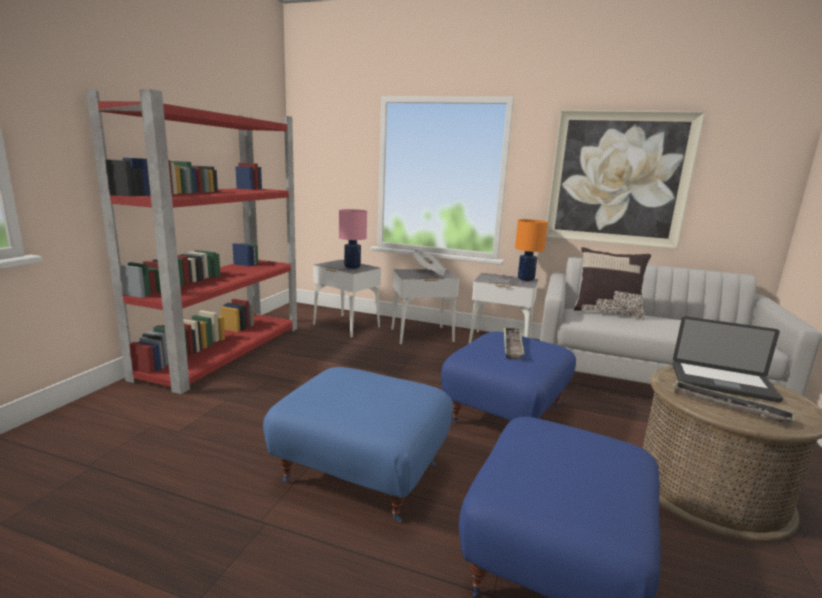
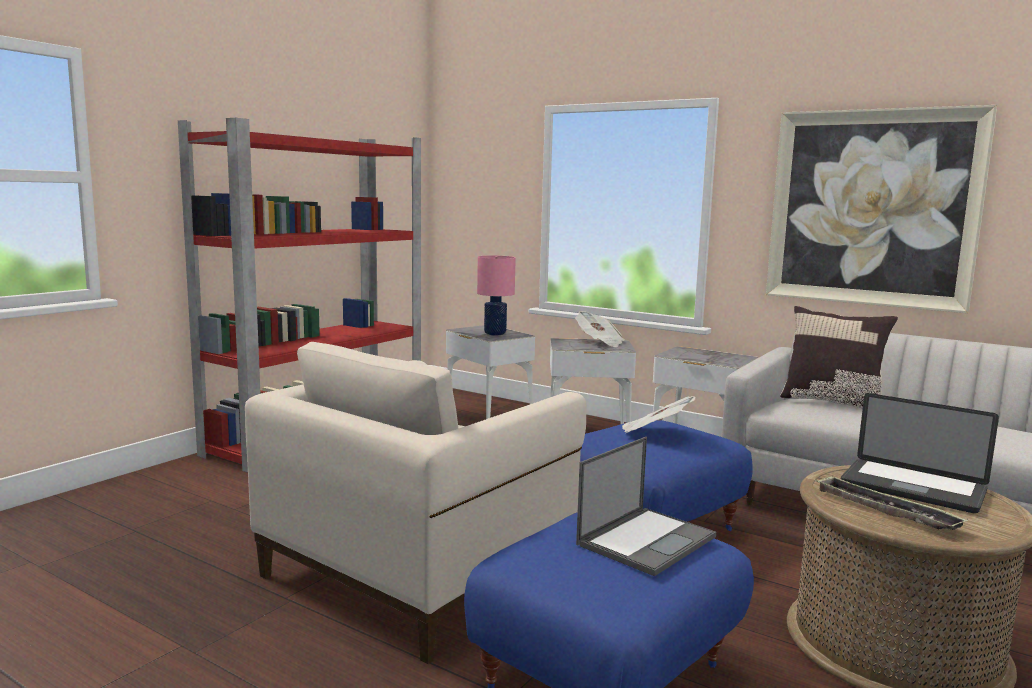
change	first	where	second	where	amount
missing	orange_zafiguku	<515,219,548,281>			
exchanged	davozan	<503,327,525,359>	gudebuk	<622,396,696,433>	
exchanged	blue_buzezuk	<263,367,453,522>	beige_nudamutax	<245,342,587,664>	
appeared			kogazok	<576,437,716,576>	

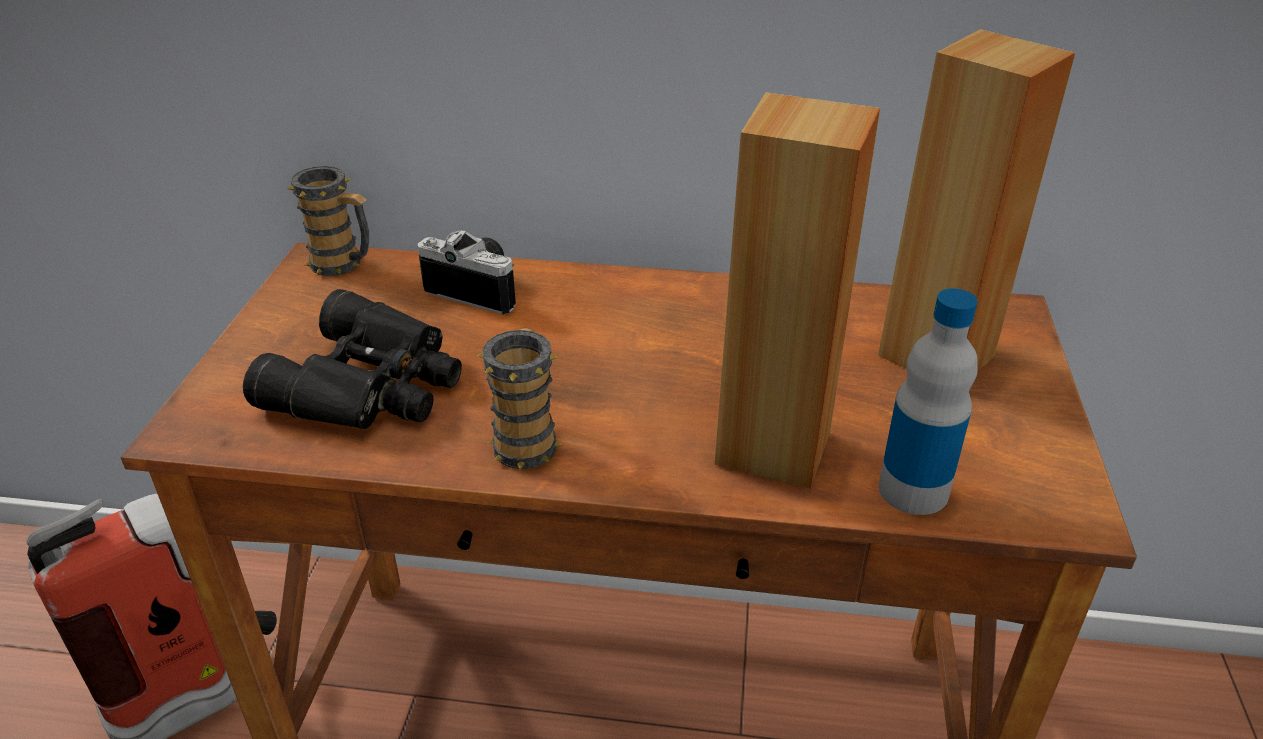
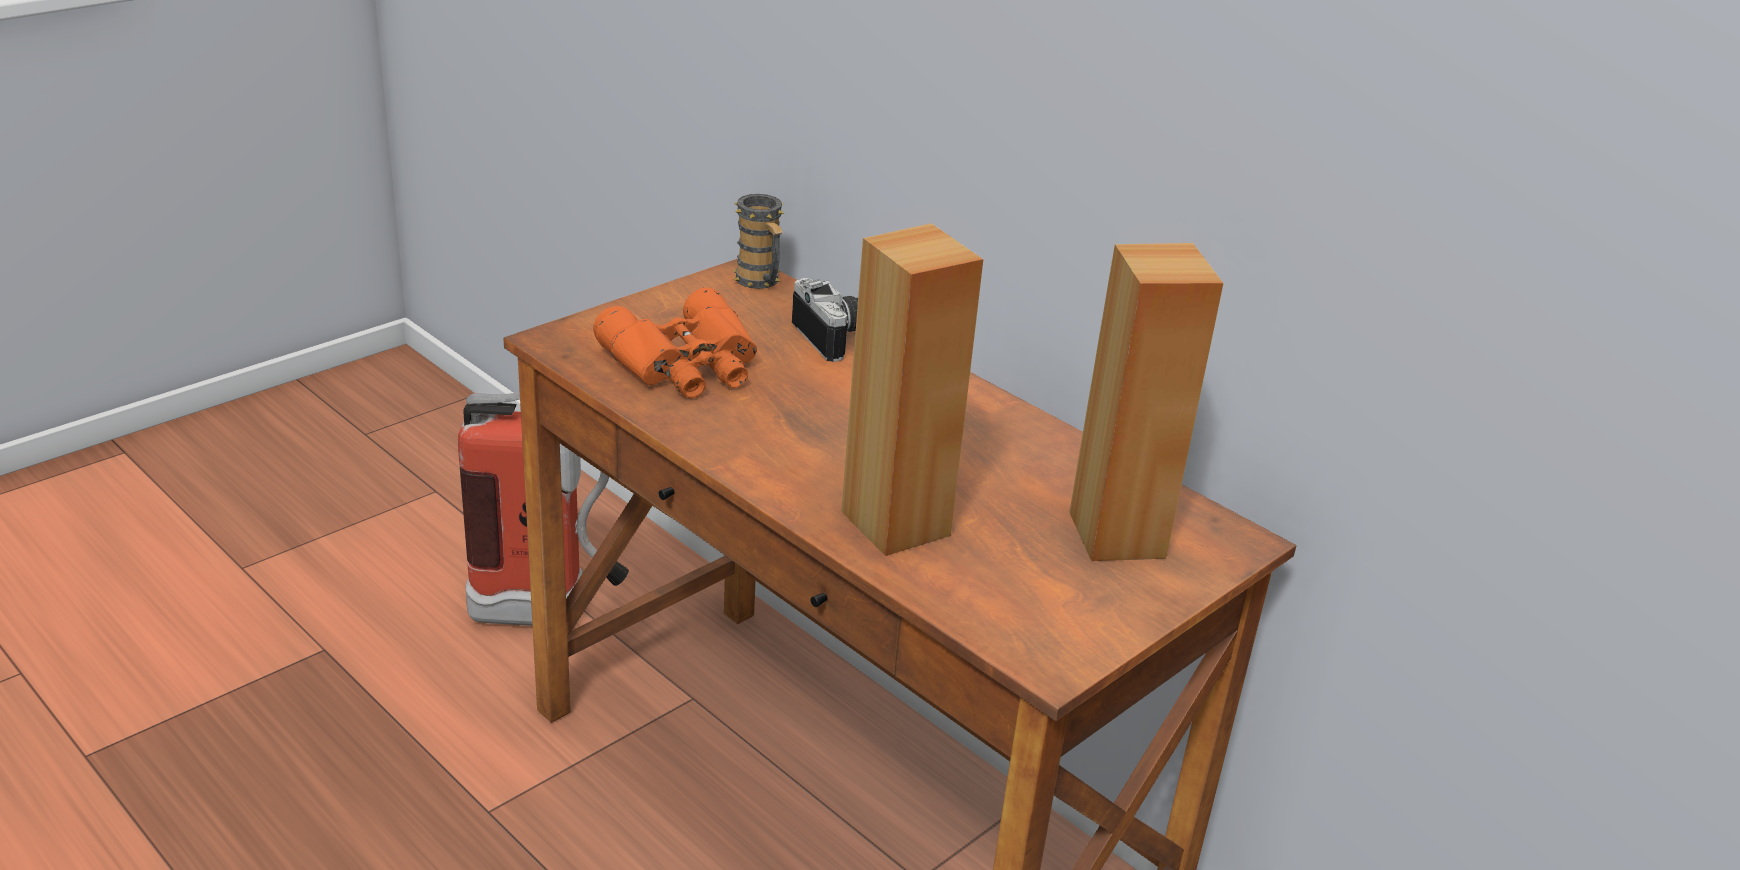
change	first	where	second	where	amount
missing	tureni	<879,288,978,515>			
colour	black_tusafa	<243,289,462,429>	orange_tusafa	<593,288,757,398>	
missing	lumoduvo	<476,328,562,469>			

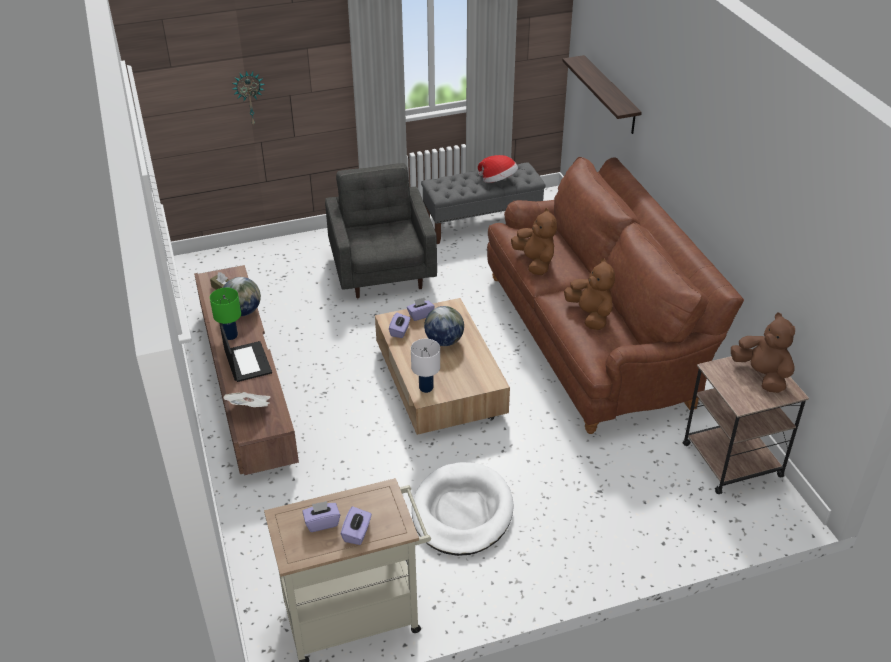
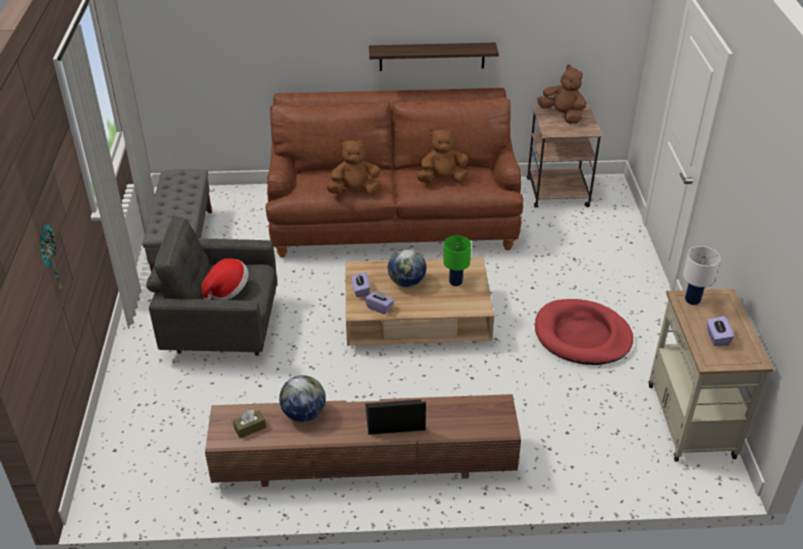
change	first	where	second	where	amount
relocated	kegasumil	<562,55,642,134>		<369,43,499,71>	
relocated	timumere	<478,155,518,183>		<201,258,248,300>	
relocated	green_zafiguku	<210,288,241,340>		<443,236,471,286>	
spun	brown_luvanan	<731,312,795,393>		<537,65,586,124>	60 degrees clockwise
relocated	white_zafiguku	<411,339,440,393>		<683,246,721,305>	
missing	gudebuk	<224,392,270,407>			
colour	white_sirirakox	<412,462,513,556>	red_sirirakox	<535,299,633,365>	
missing	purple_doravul	<341,506,372,545>			

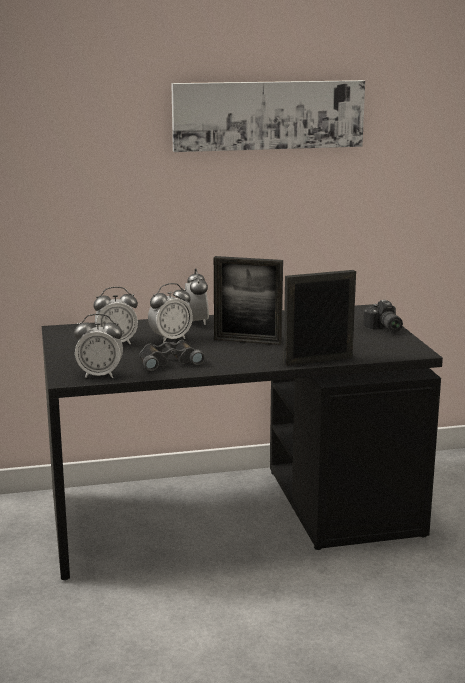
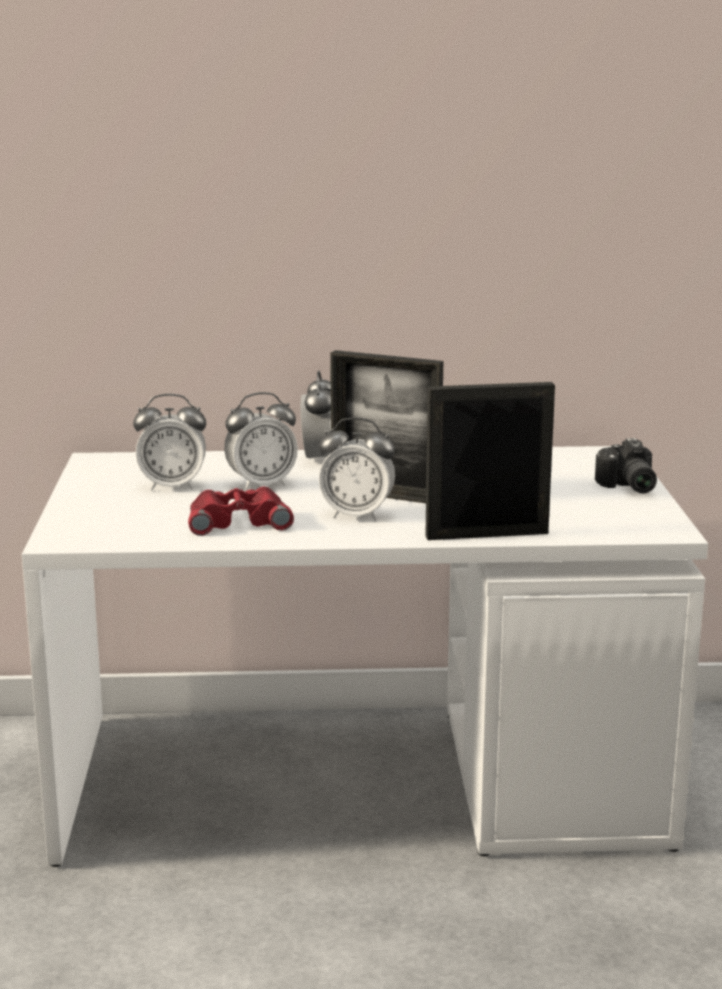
change	first	where	second	where	amount
missing	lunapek	<171,80,365,152>			
colour	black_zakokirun	<42,304,443,580>	white_zakokirun	<22,446,708,867>	
relocated	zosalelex	<74,314,123,378>		<319,417,395,521>	
colour	black_tusafa	<139,340,205,371>	red_tusafa	<188,487,294,536>	

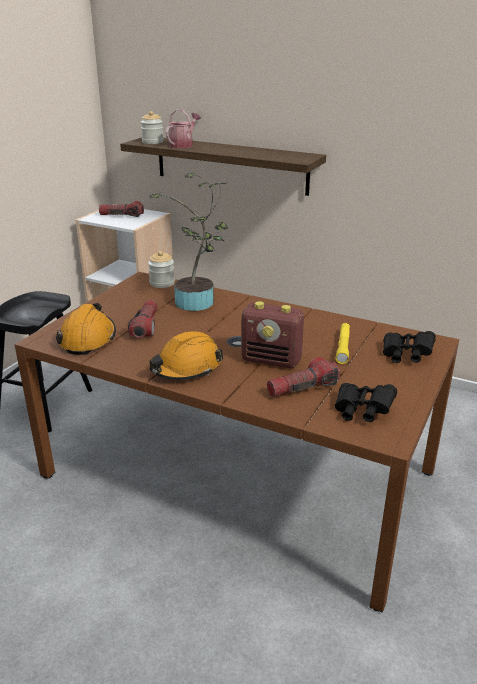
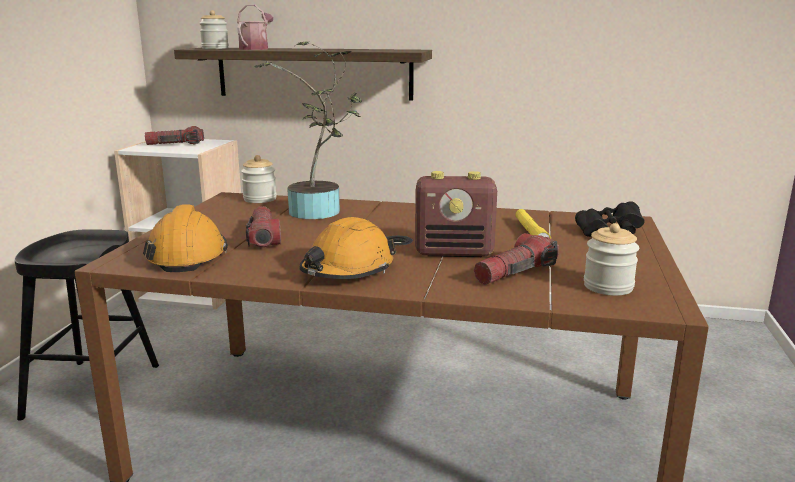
change	first	where	second	where	amount
exchanged	black_tusafa	<335,383,397,422>	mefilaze	<584,223,639,296>	

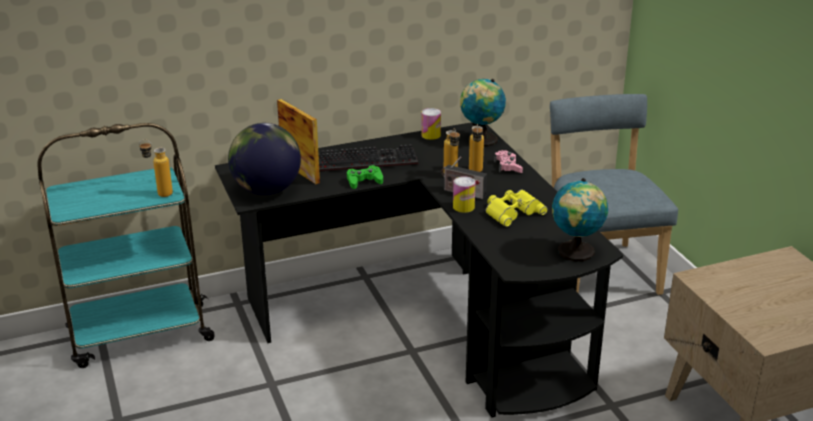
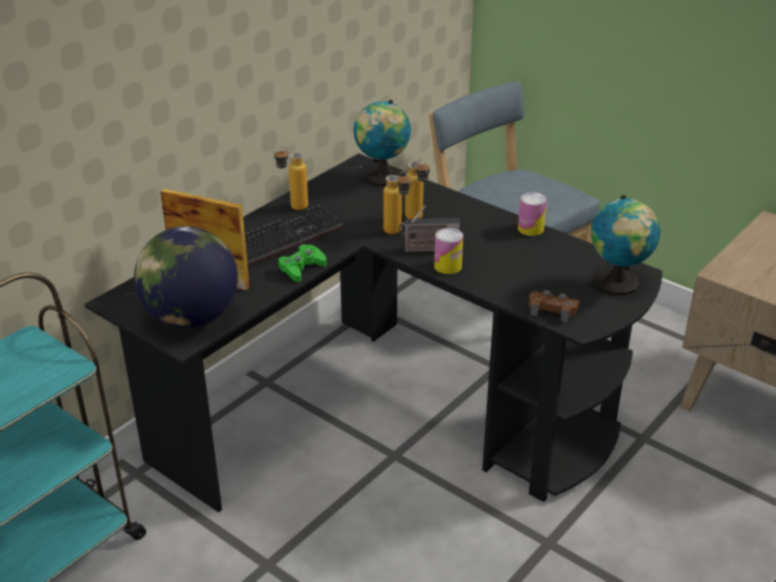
change	first	where	second	where	amount
relocated	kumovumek	<421,108,441,140>		<518,192,547,236>	
relocated	tureni	<139,139,173,197>		<274,146,308,210>	
missing	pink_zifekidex	<494,150,523,173>			
missing	yellow_tusafa	<485,189,548,227>			
appeared			brown_zifekidex	<528,290,580,323>	

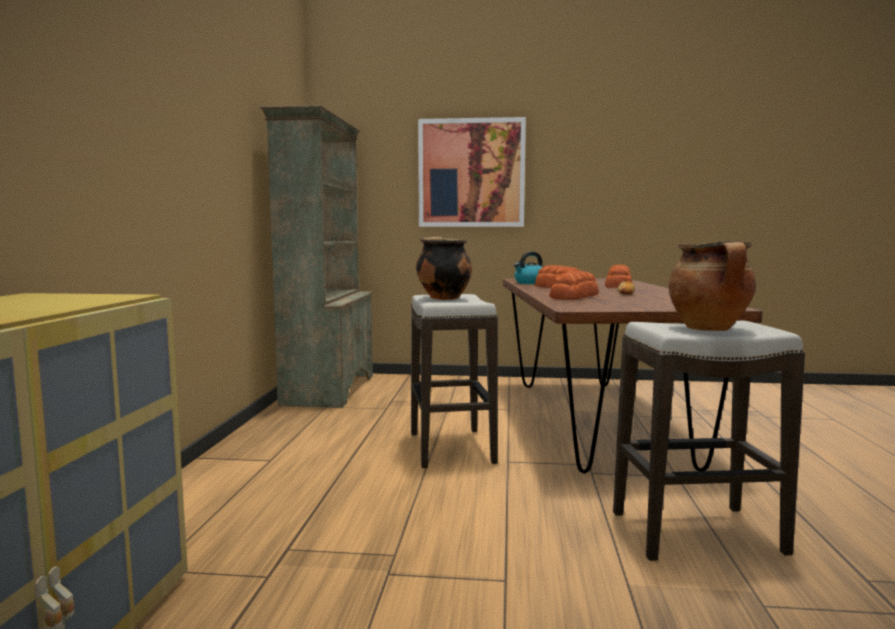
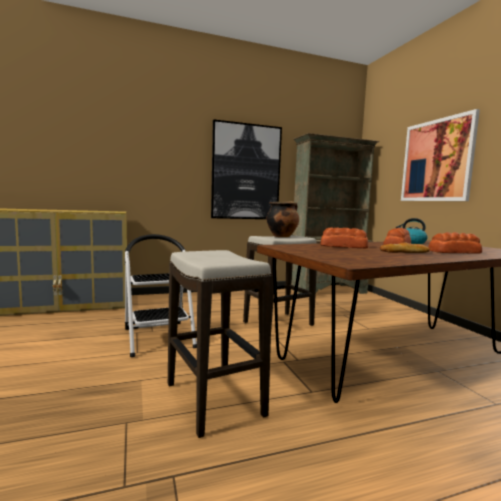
change	first	where	second	where	amount
missing	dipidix	<668,241,756,331>			
appeared			lunapek	<211,120,282,219>	
appeared			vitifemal	<124,234,197,357>	

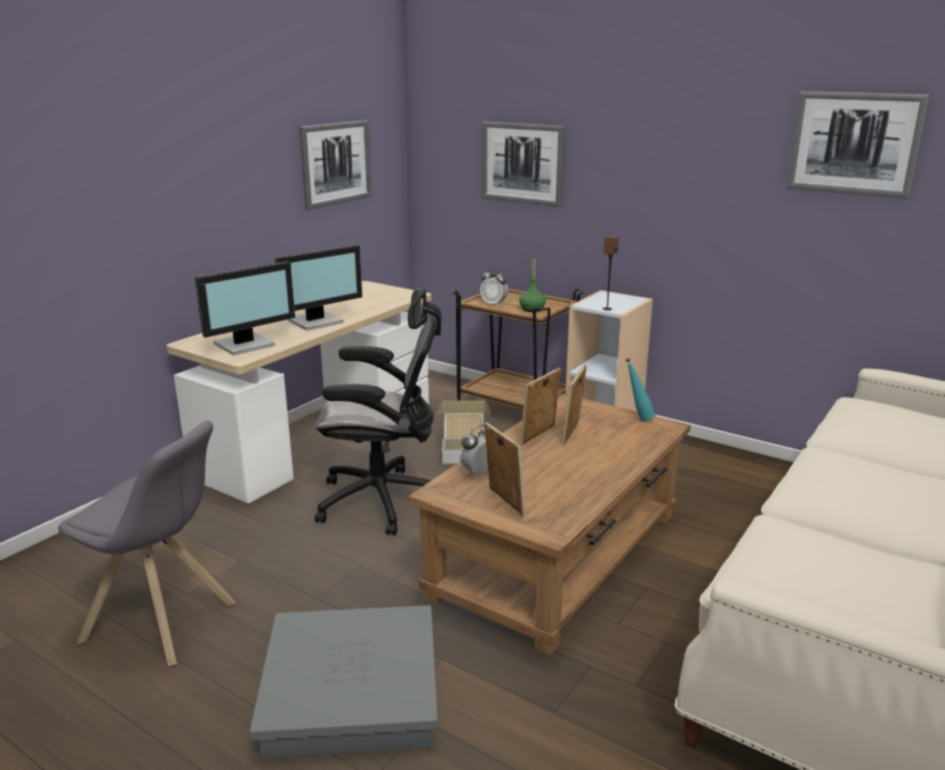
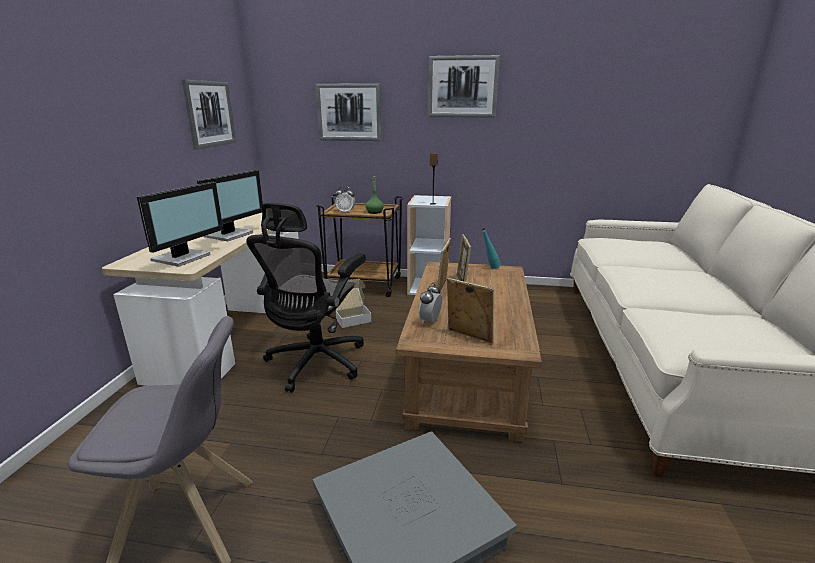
change	first	where	second	where	amount
relocated	lunapek	<786,91,930,199>		<428,55,500,118>	
spun	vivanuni	<315,287,441,536>		<246,203,366,393>	135 degrees clockwise

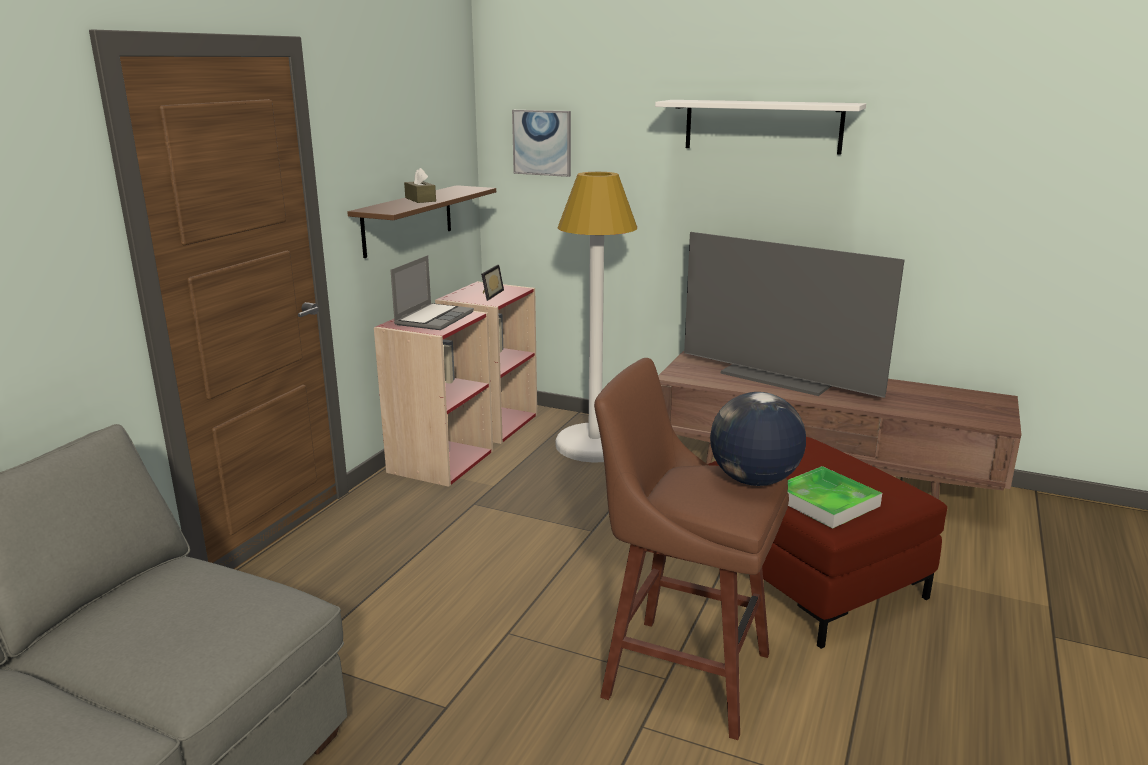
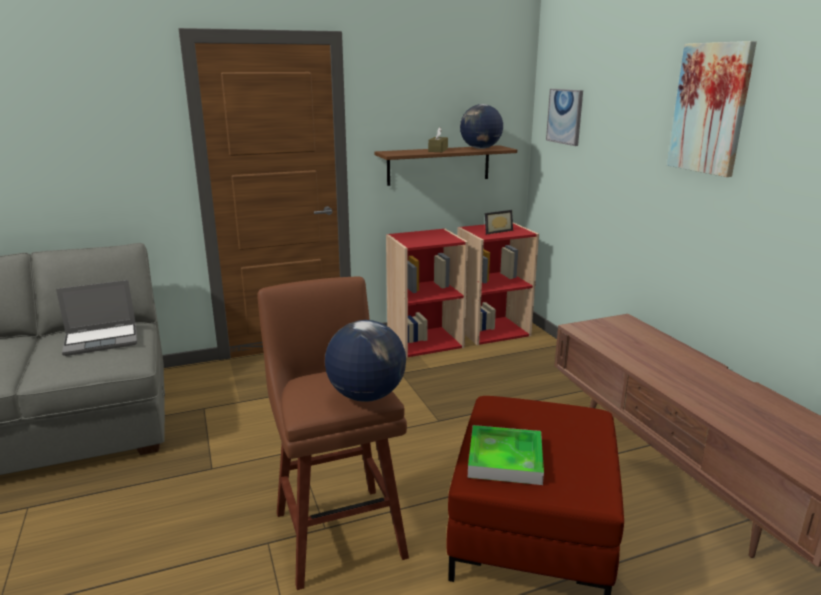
change	first	where	second	where	amount
exchanged	white_kegasumil	<655,100,866,155>	lunapek	<667,41,757,177>	
missing	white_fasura	<555,172,637,463>			
missing	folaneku	<684,232,904,398>			
relocated	kogazok	<391,255,474,330>		<56,280,137,356>	
appeared			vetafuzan	<460,104,503,149>	

